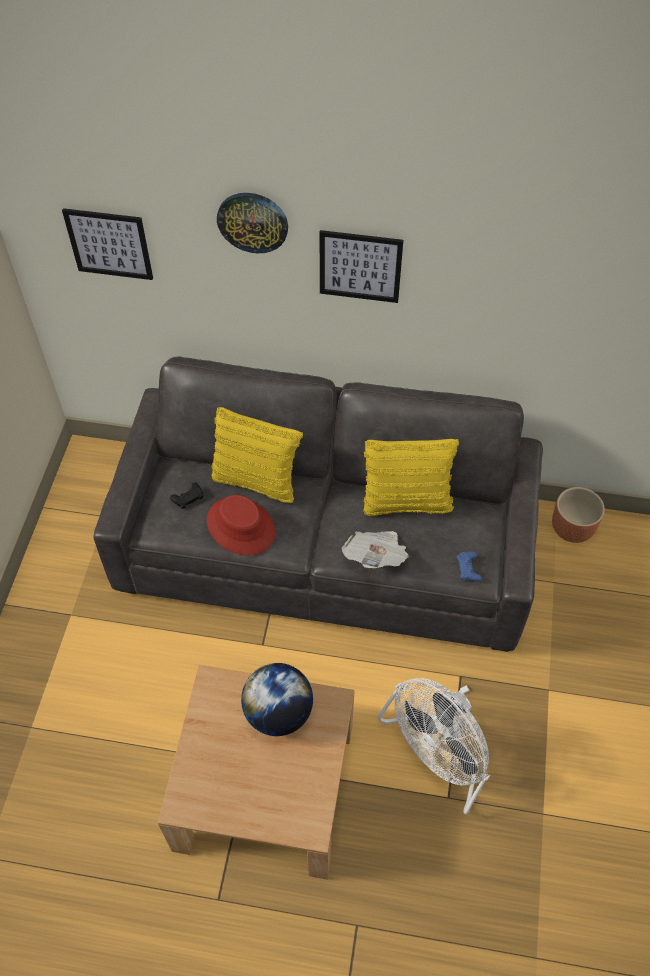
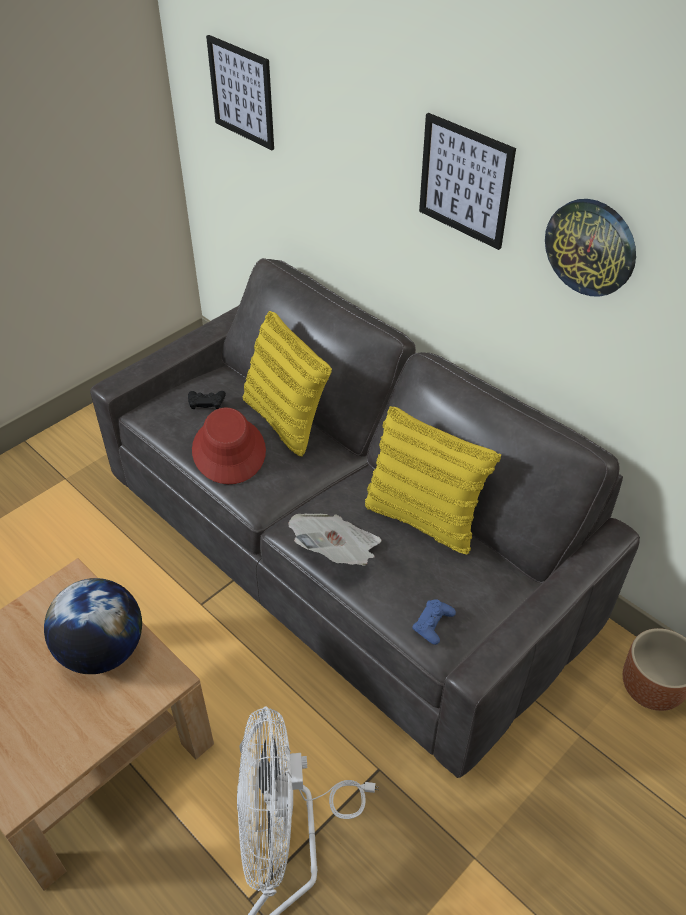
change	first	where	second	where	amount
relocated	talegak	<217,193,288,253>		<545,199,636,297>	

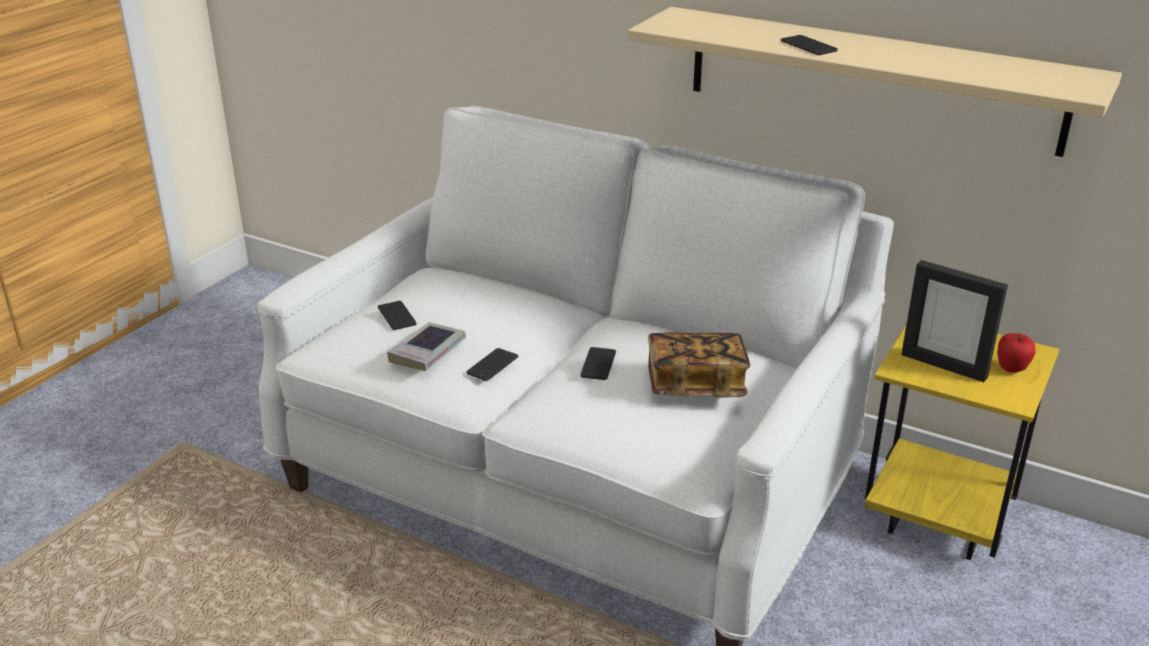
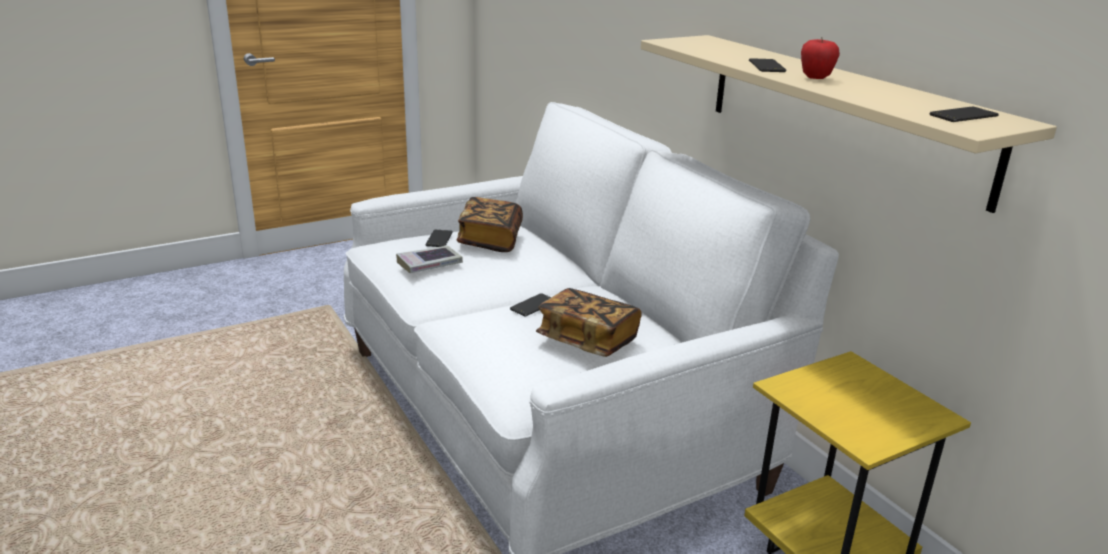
change	first	where	second	where	amount
missing	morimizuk	<901,260,1008,382>			
relocated	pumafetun	<998,333,1036,373>		<801,39,840,79>	
relocated	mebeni	<466,348,518,381>		<930,107,999,122>	
appeared			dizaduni	<457,197,523,252>	

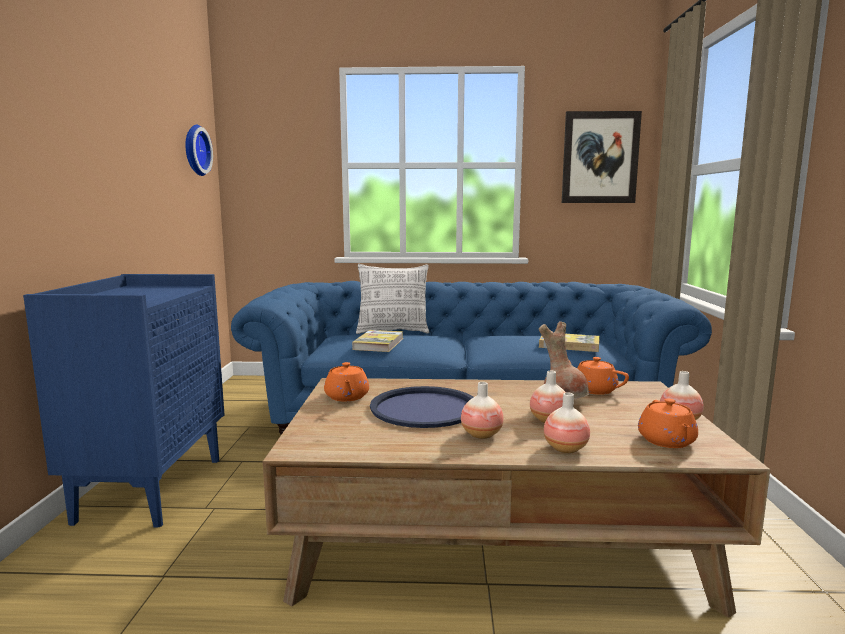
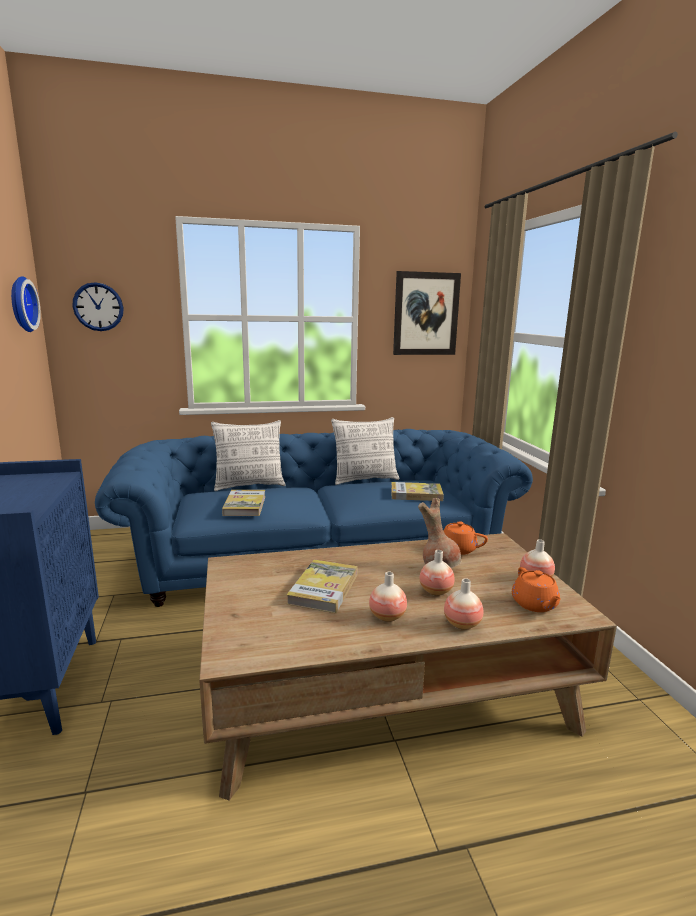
change	first	where	second	where	amount
missing	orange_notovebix	<324,362,369,402>			
exchanged	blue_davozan	<370,386,474,428>	dizaduni	<286,560,358,613>	
appeared			talegak	<72,282,124,331>	
appeared			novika	<331,417,399,485>	

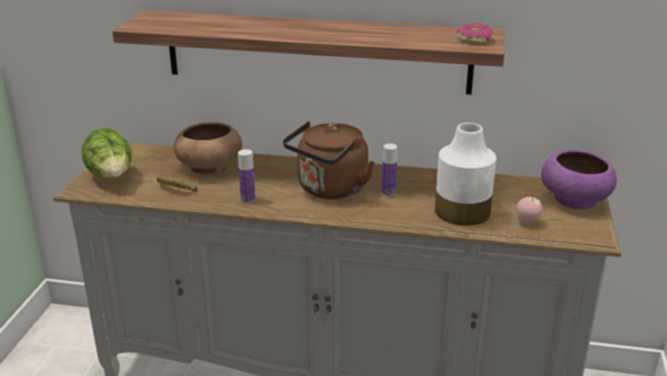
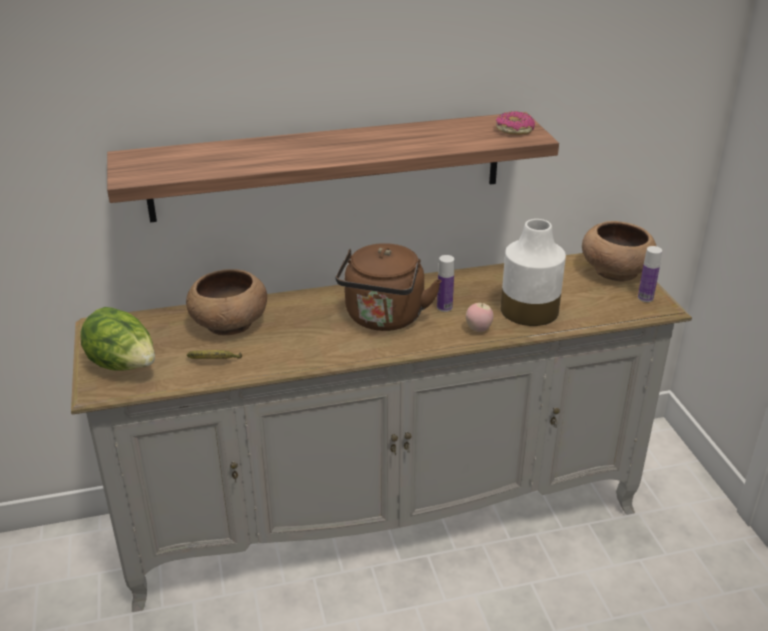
change	first	where	second	where	amount
relocated	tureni	<238,149,255,203>		<638,246,662,302>	
colour	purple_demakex	<541,150,617,209>	brown_demakex	<582,221,656,281>	
relocated	pumafetun	<516,197,543,225>		<466,303,494,332>	

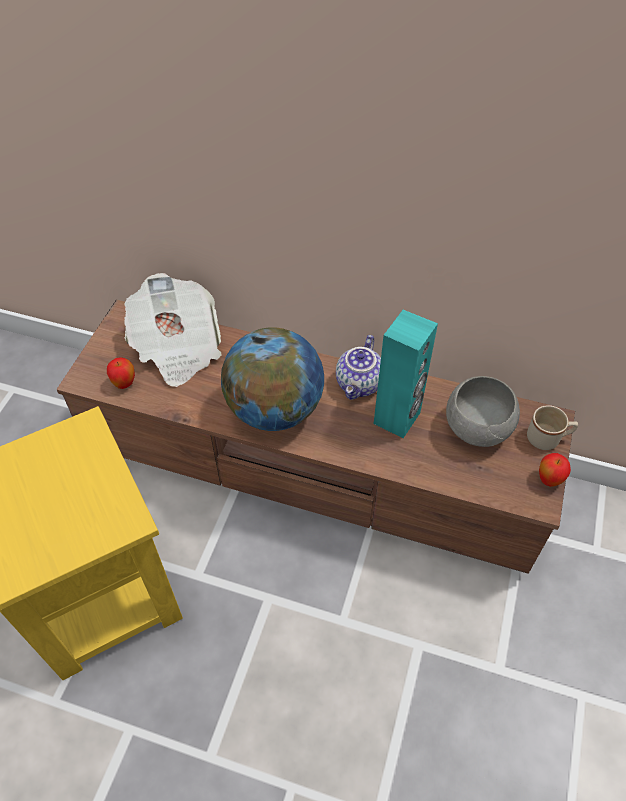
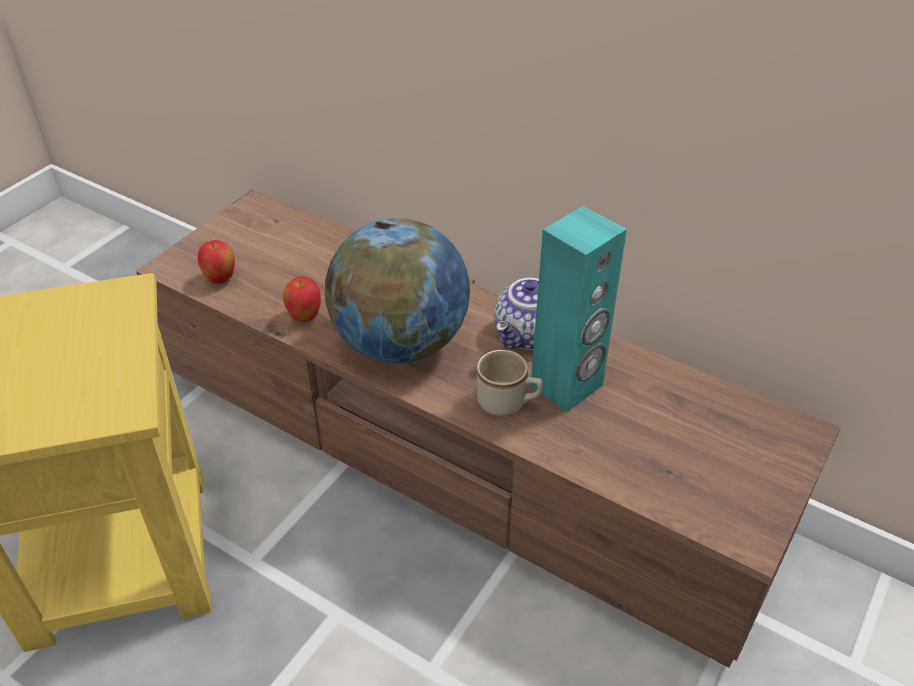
change	first	where	second	where	amount
missing	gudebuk	<124,273,222,387>			
missing	grey_demakex	<446,376,520,447>			
relocated	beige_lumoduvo	<527,405,578,450>		<477,350,543,416>	
relocated	pumafetun	<539,453,571,487>		<283,276,321,322>	

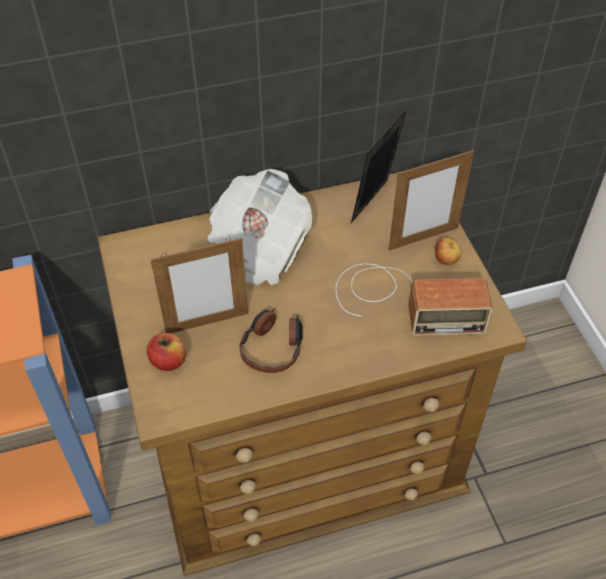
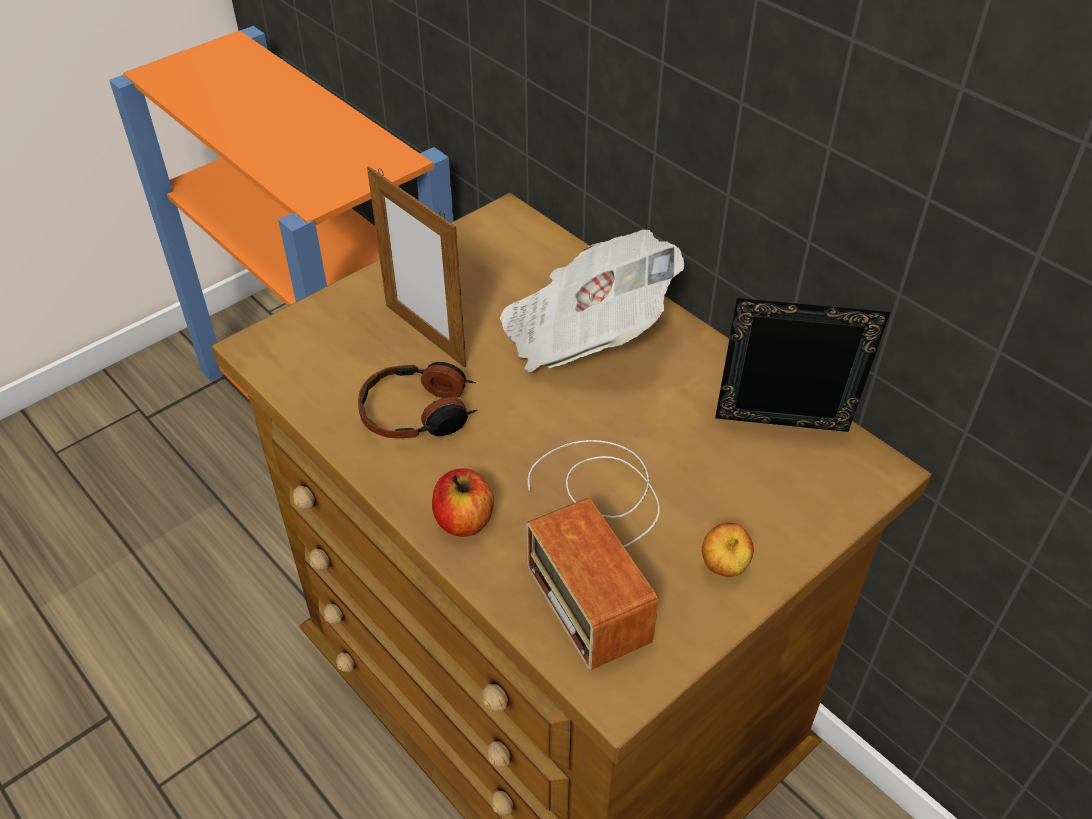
change	first	where	second	where	amount
missing	morimizuk	<389,150,474,250>			
relocated	pumafetun	<147,333,186,371>		<432,468,494,537>	

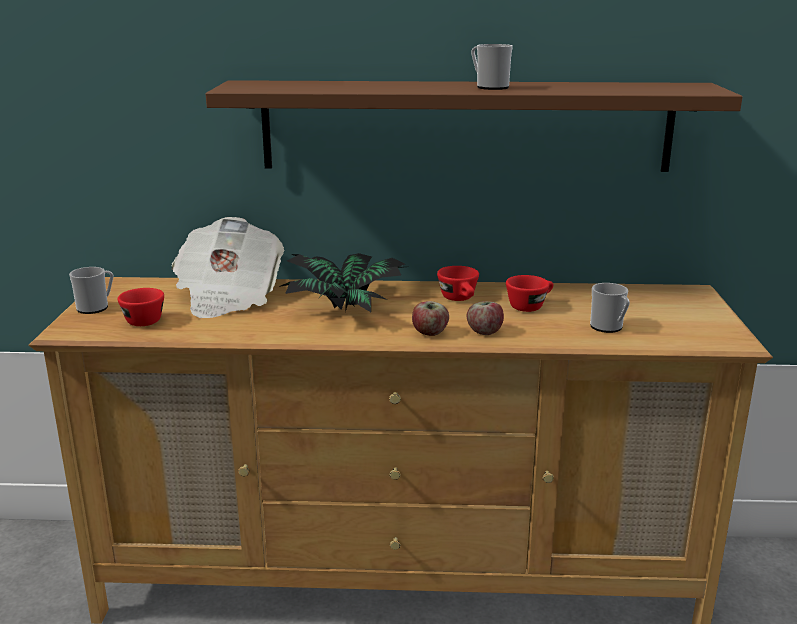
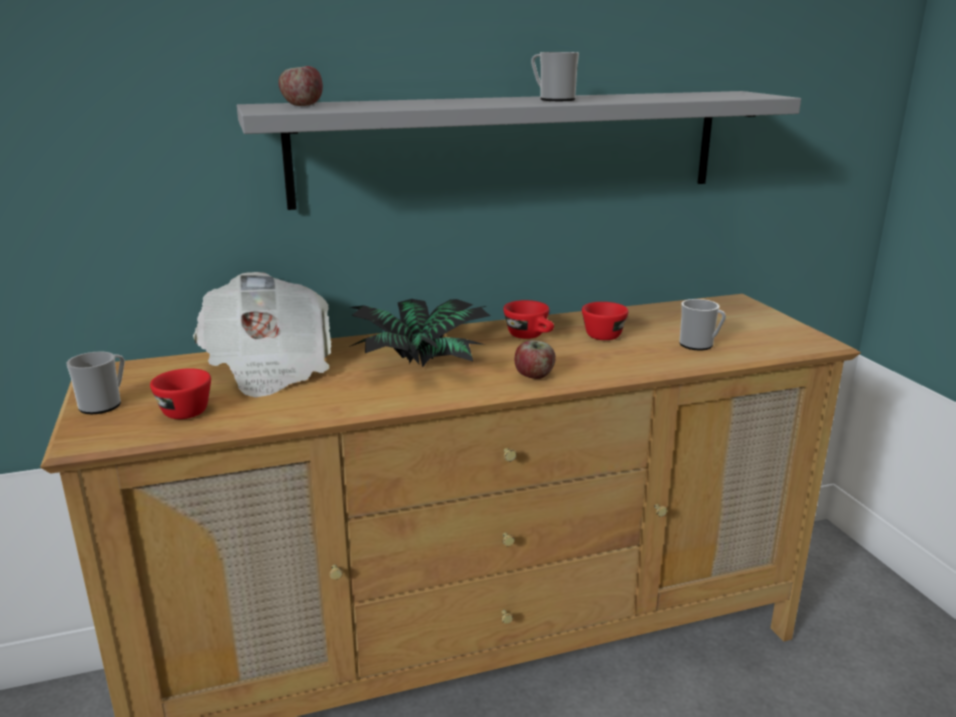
change	first	where	second	where	amount
colour	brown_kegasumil	<206,80,743,172>	grey_kegasumil	<237,91,801,210>	
relocated	pumafetun	<467,301,504,335>		<278,66,323,106>	

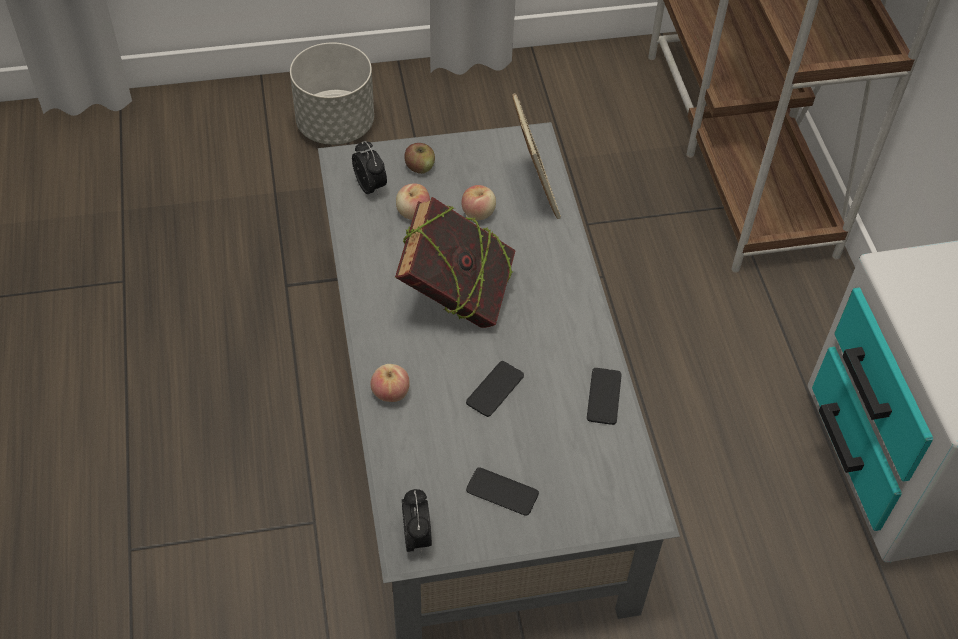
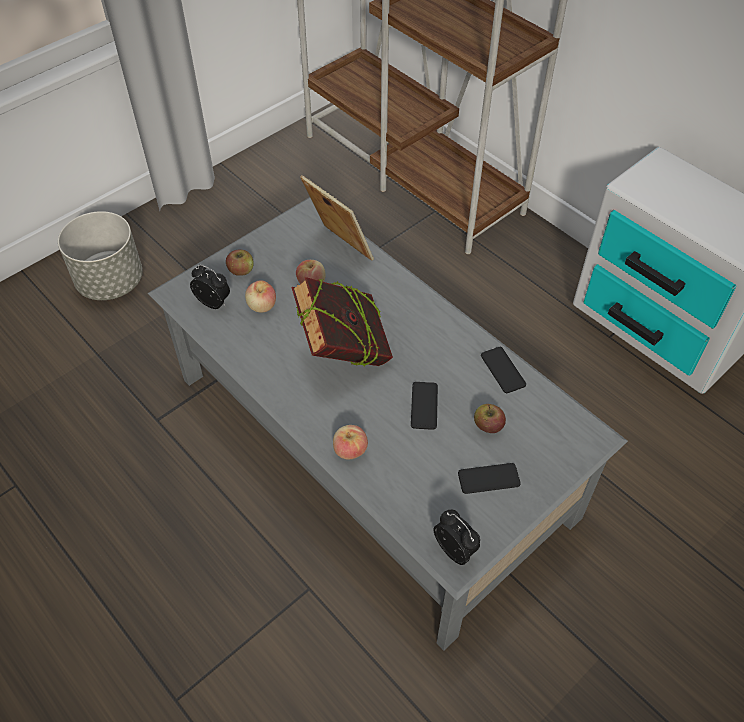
change	first	where	second	where	amount
appeared			pumafetun	<474,404,506,433>	

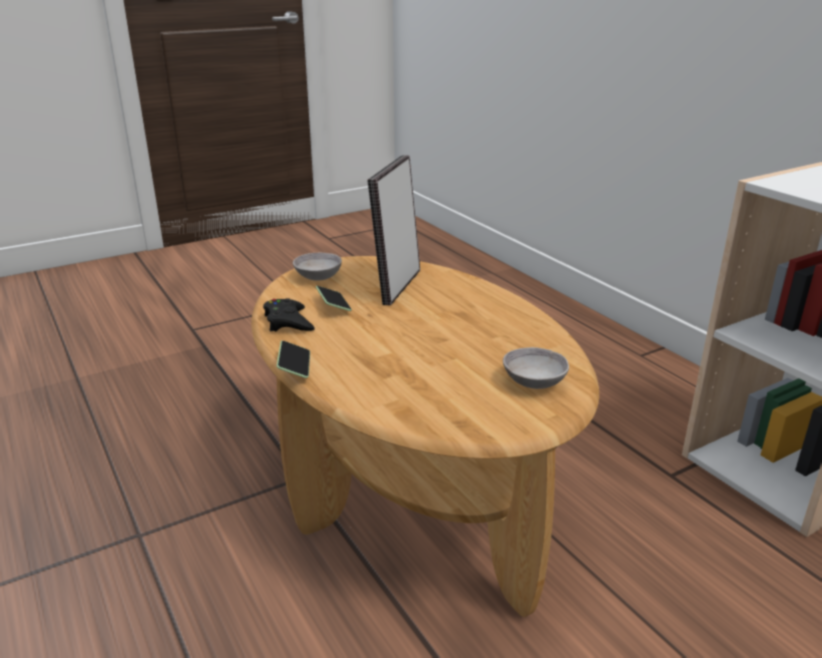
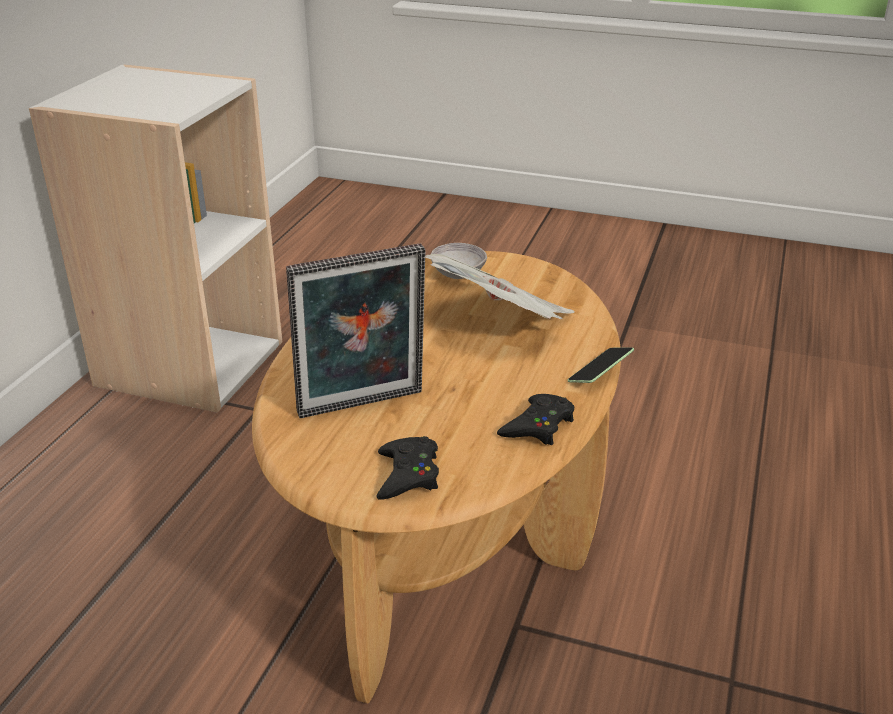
change	first	where	second	where	amount
exchanged	grey_demakex	<293,253,342,281>	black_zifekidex	<377,436,439,500>	
missing	mebeni	<316,286,352,311>			
appeared			gudebuk	<425,254,575,319>	

